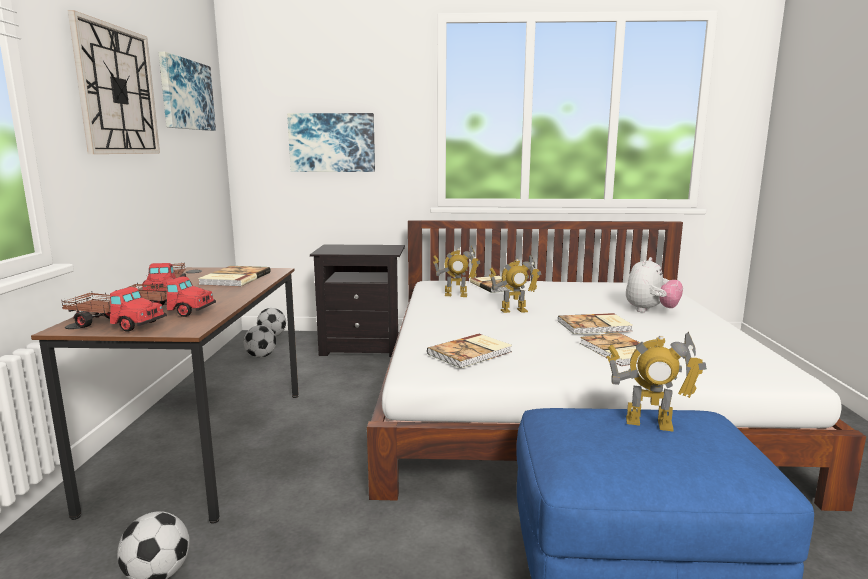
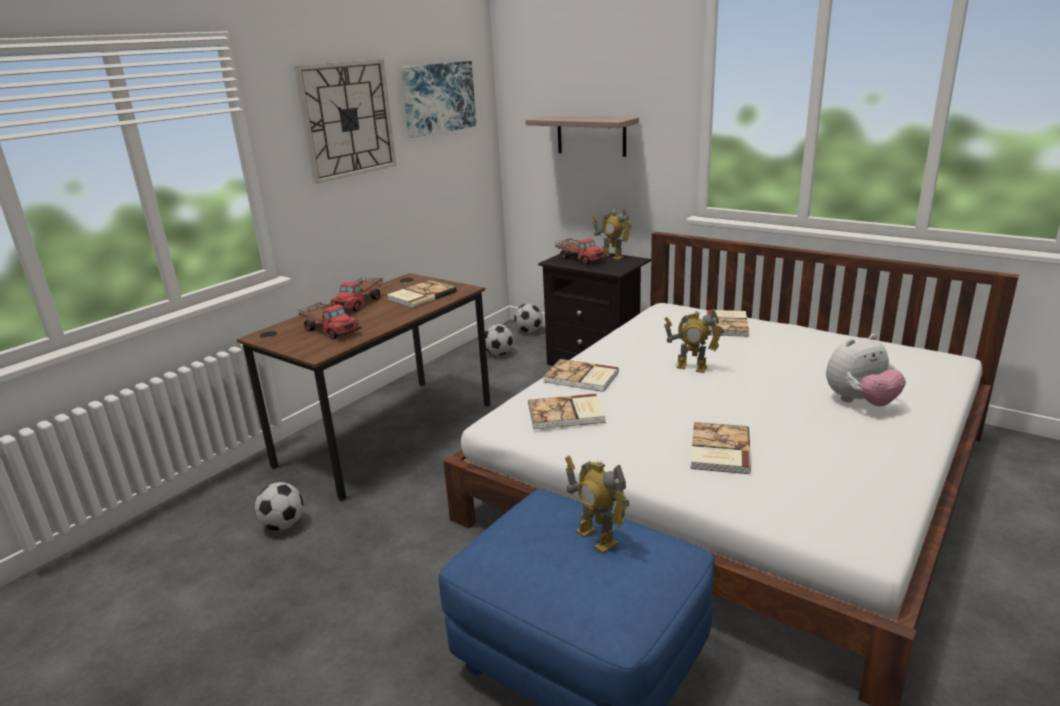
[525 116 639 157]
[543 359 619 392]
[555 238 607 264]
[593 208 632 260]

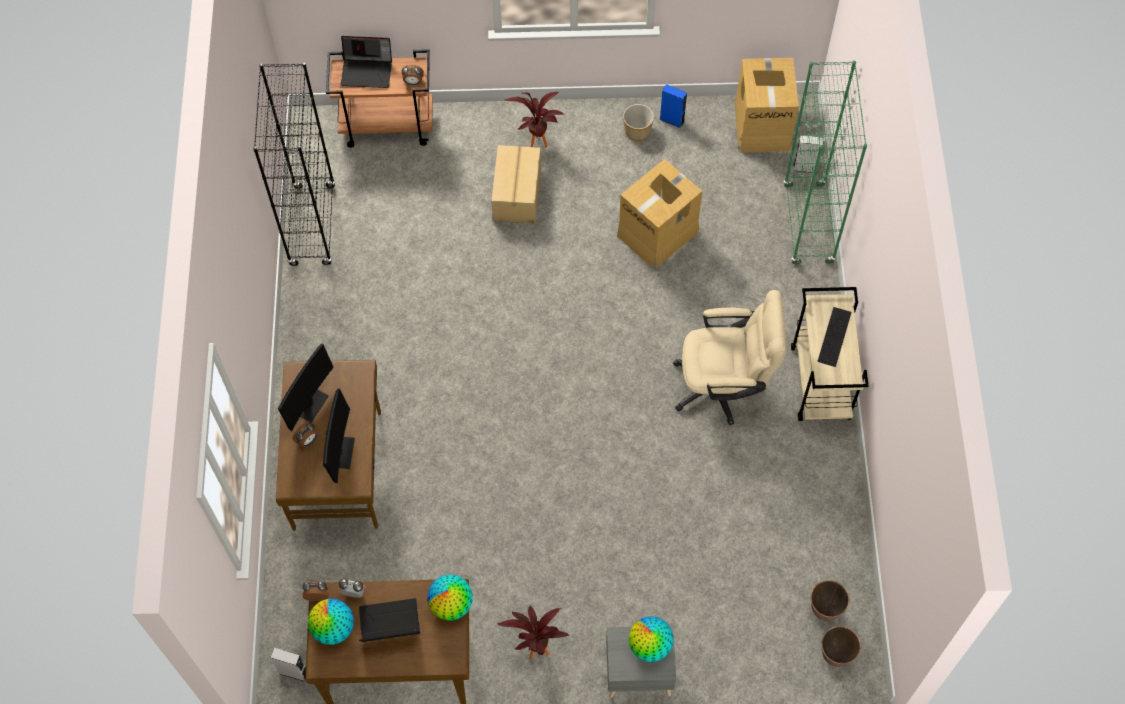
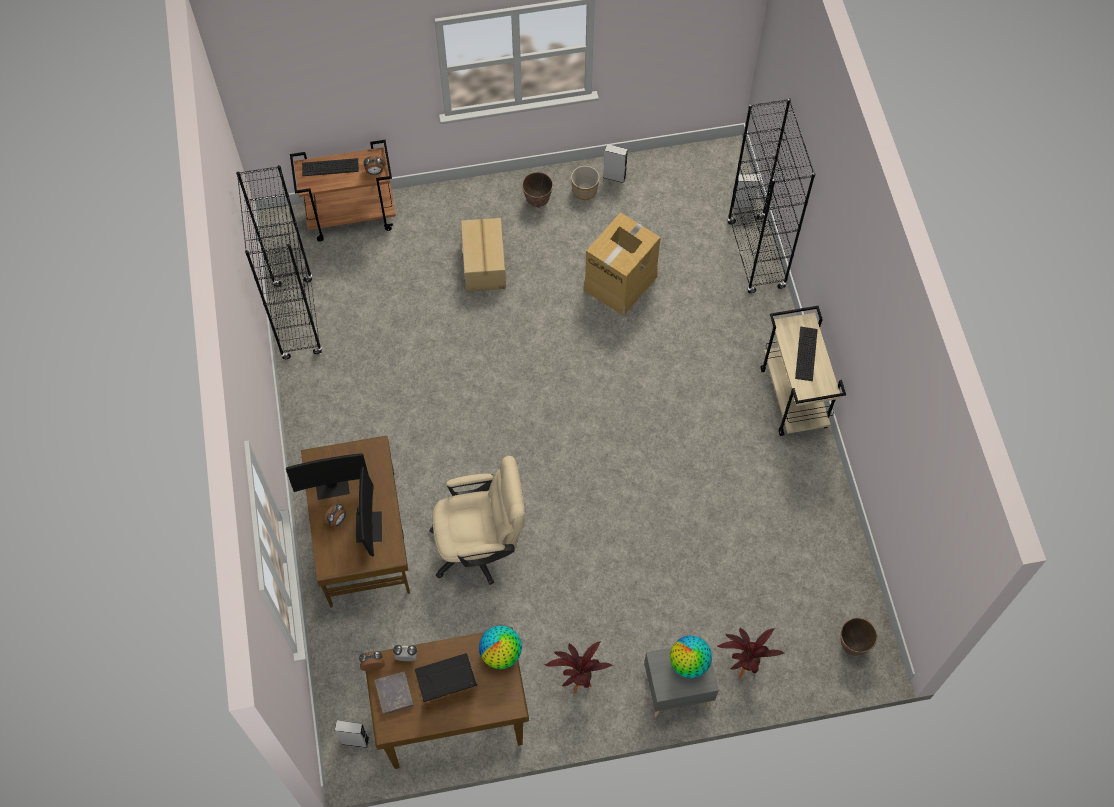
[286 453 369 500]
[302 158 359 176]
[374 671 414 715]
[429 456 526 585]
[522 172 553 208]
[603 144 628 183]
[716 627 785 678]
[727 98 815 294]
[734 58 799 153] (first image)

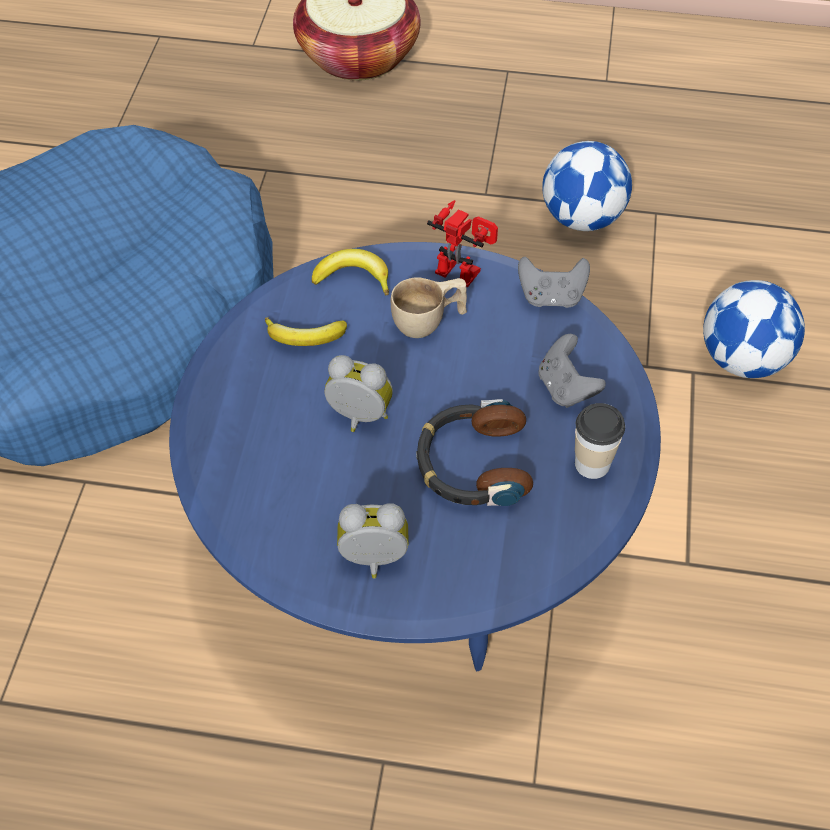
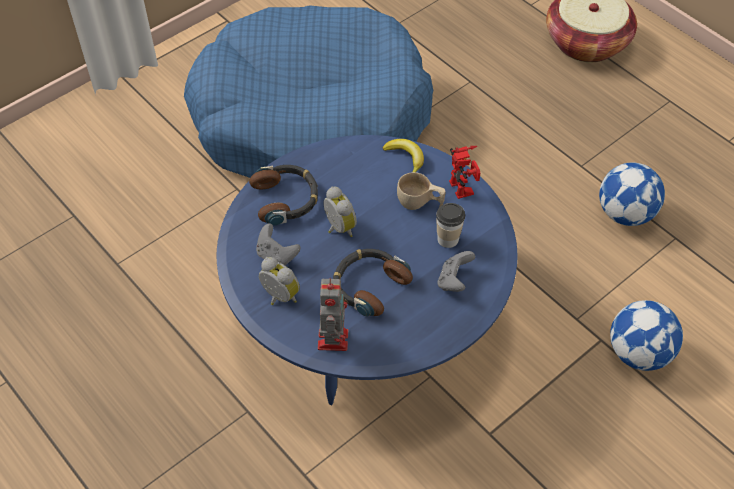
[249 165 318 225]
[256 223 300 266]
[318 278 348 351]
[436 203 465 248]
[265 317 347 346] (first image)

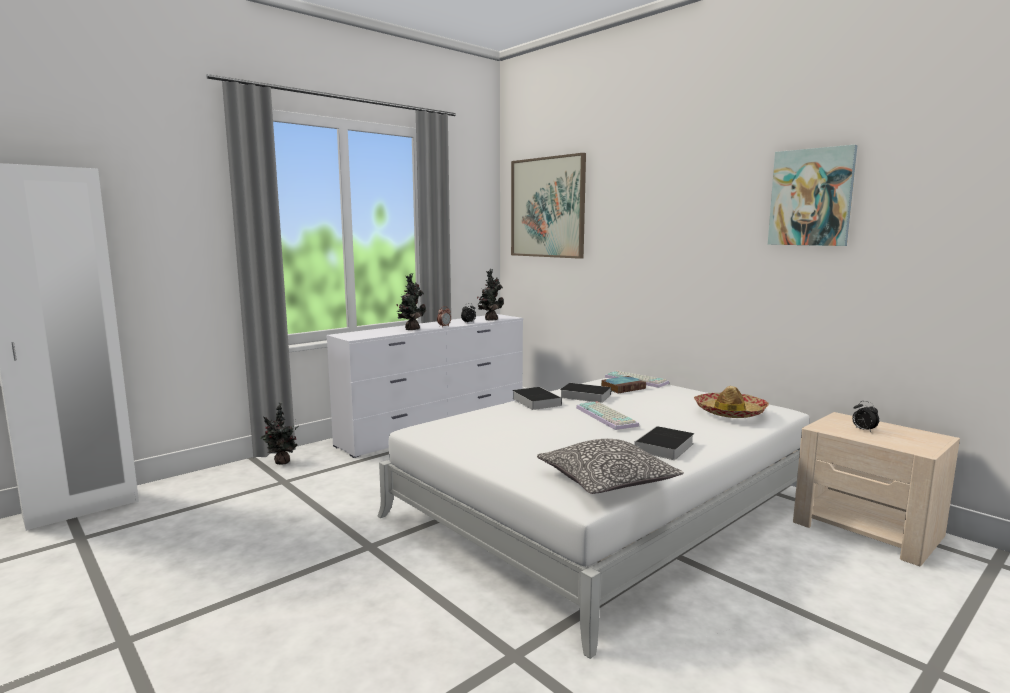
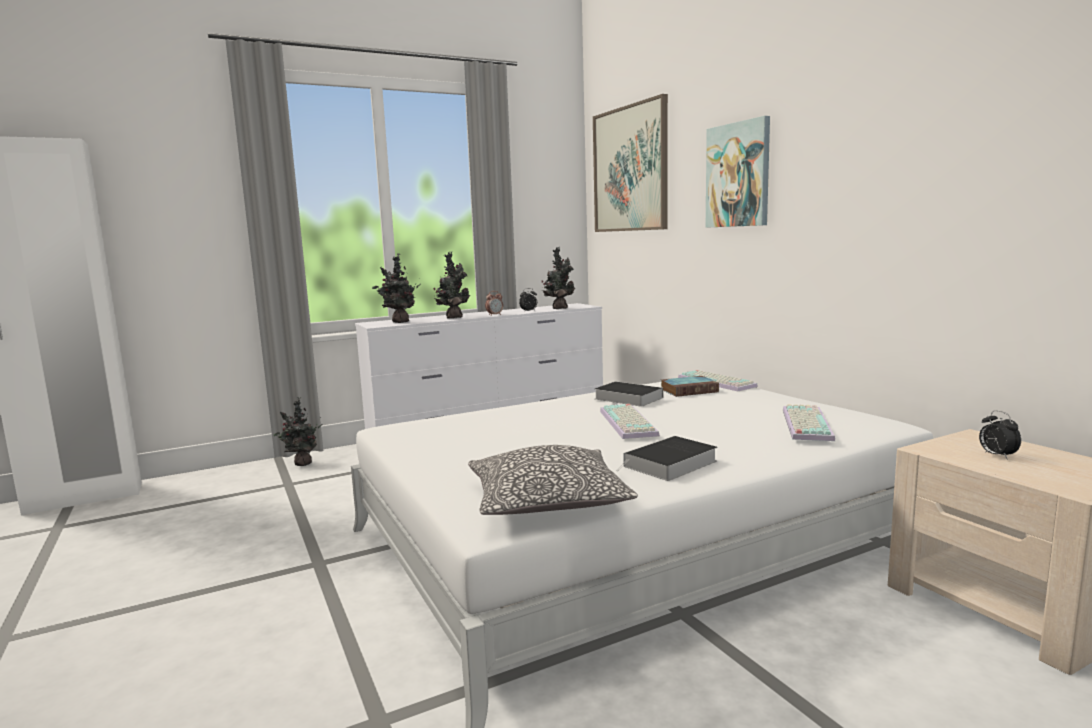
[372 253 421 323]
[706 116 770 228]
[783 404 835 441]
[512 387 562 410] (first image)

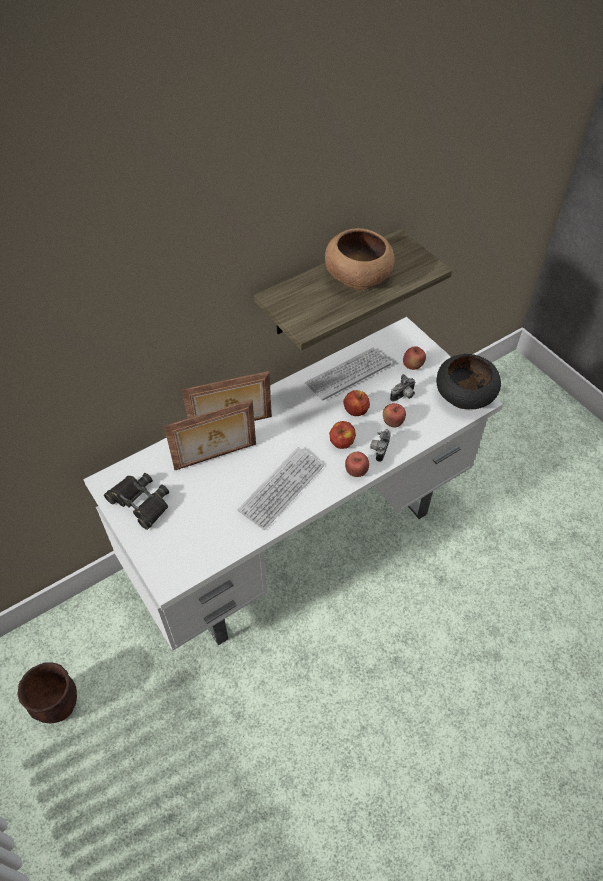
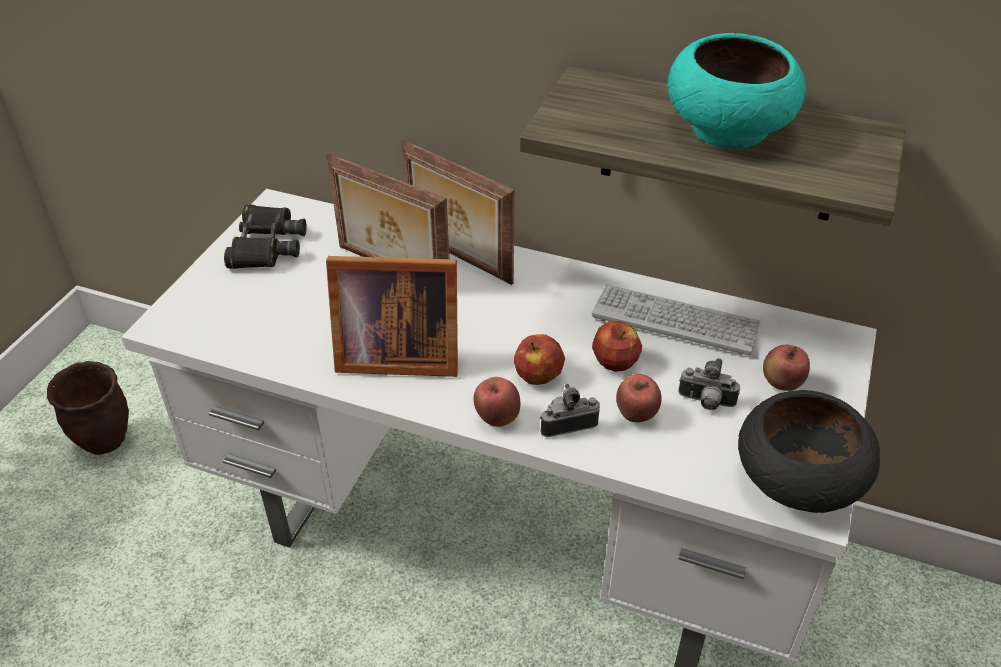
[326 256 458 377]
[667 33 806 149]

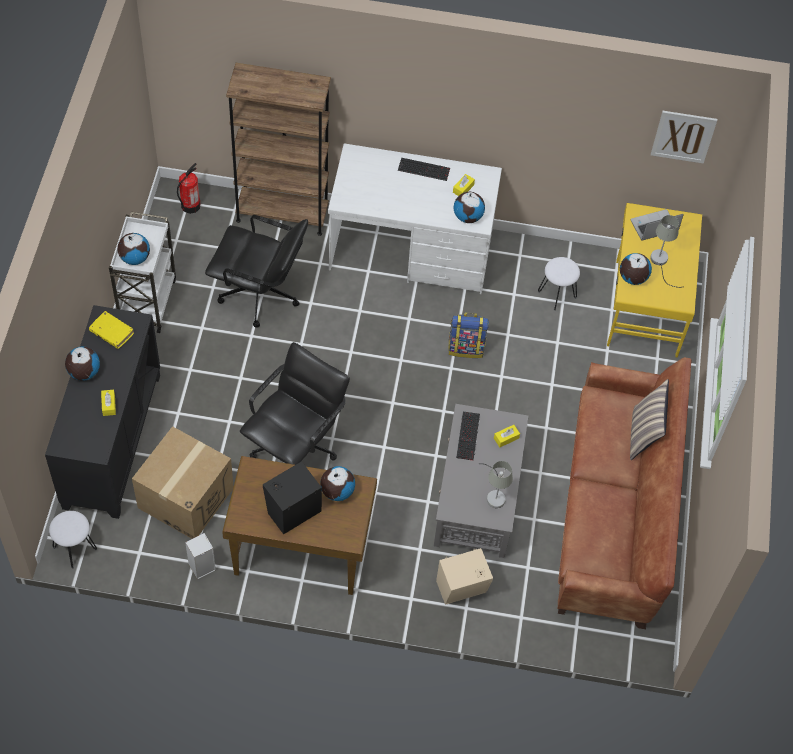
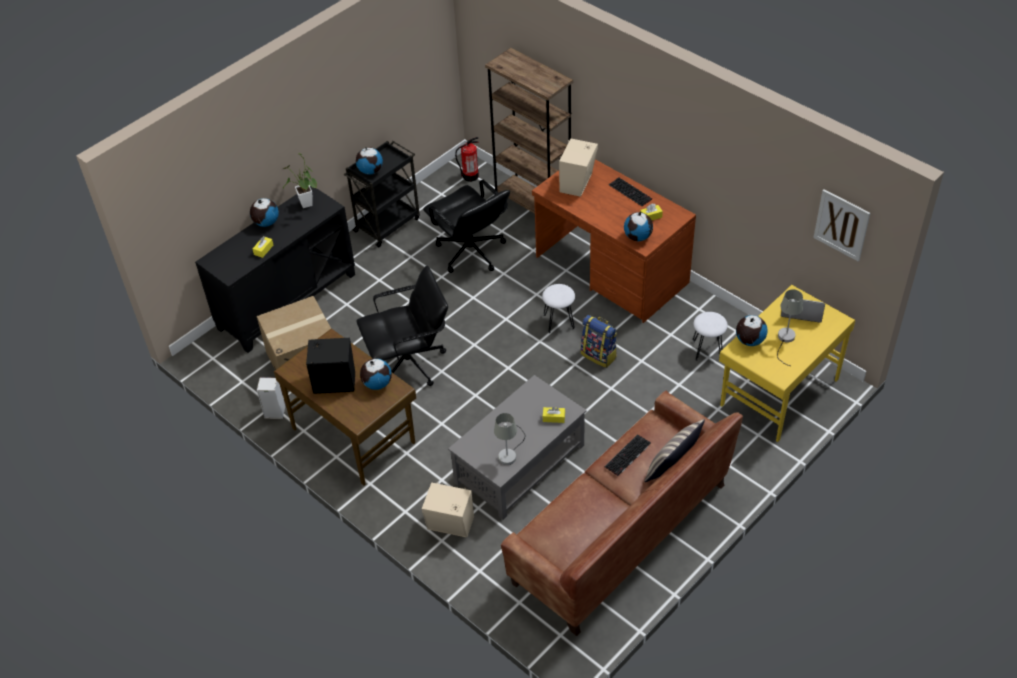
[283 153 317 208]
[344 141 420 248]
[532 159 696 323]
[542 284 575 333]
[559 139 598 197]
[604 434 651 476]

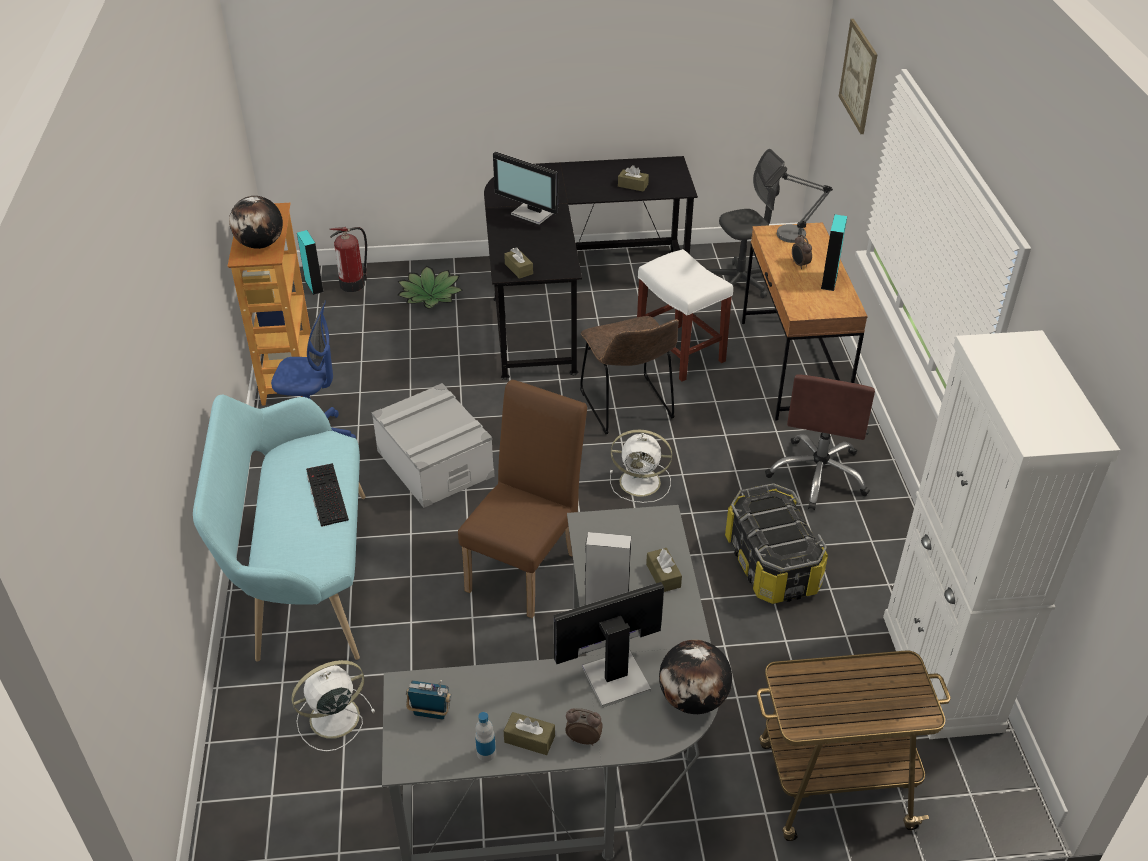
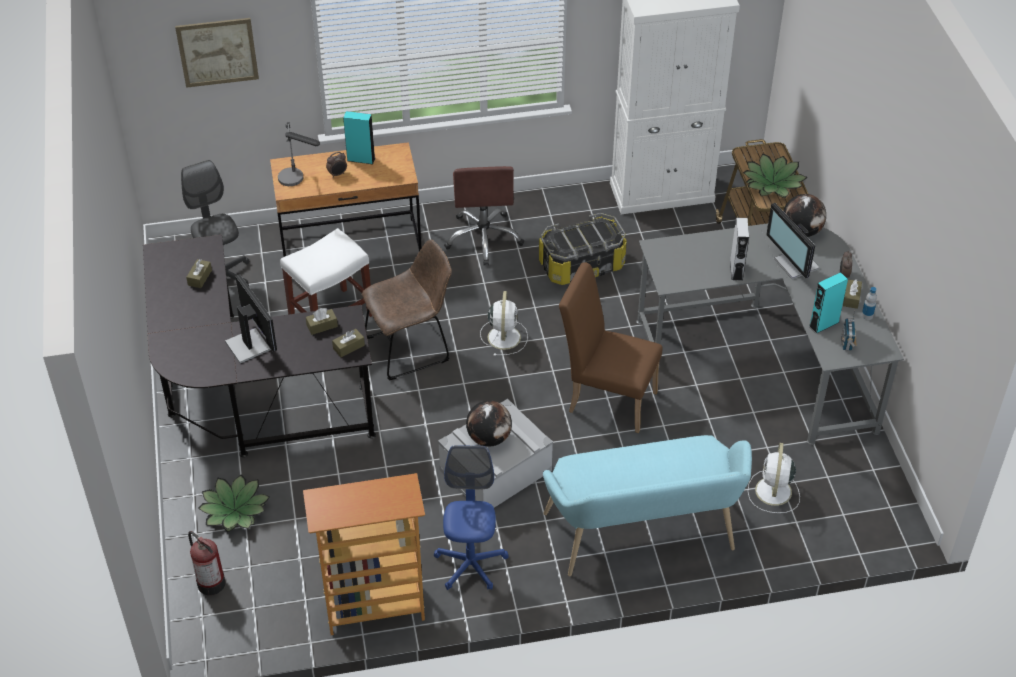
[225 274 277 363]
[306 308 338 335]
[444 166 524 266]
[466 401 512 447]
[743 154 808 198]
[748 443 800 513]
[809 272 848 334]
[306 463 349 527] (first image)

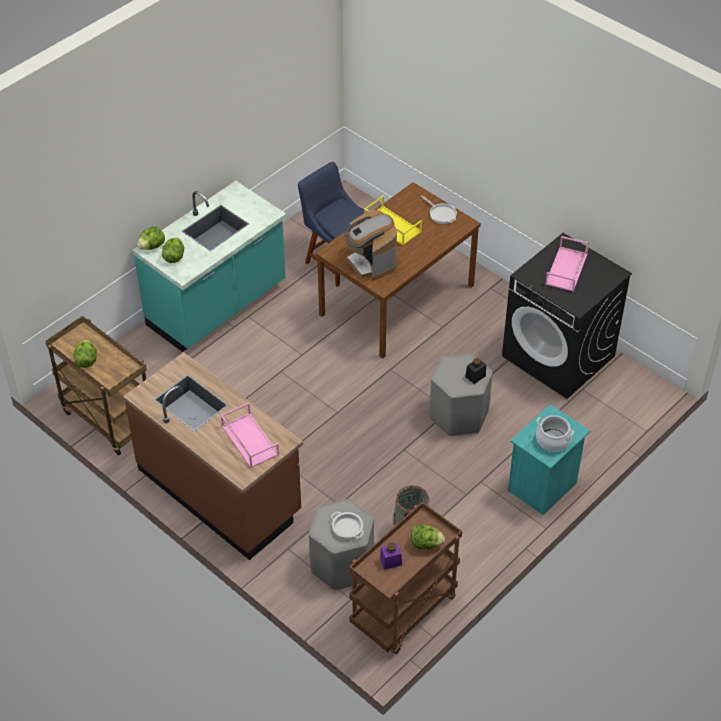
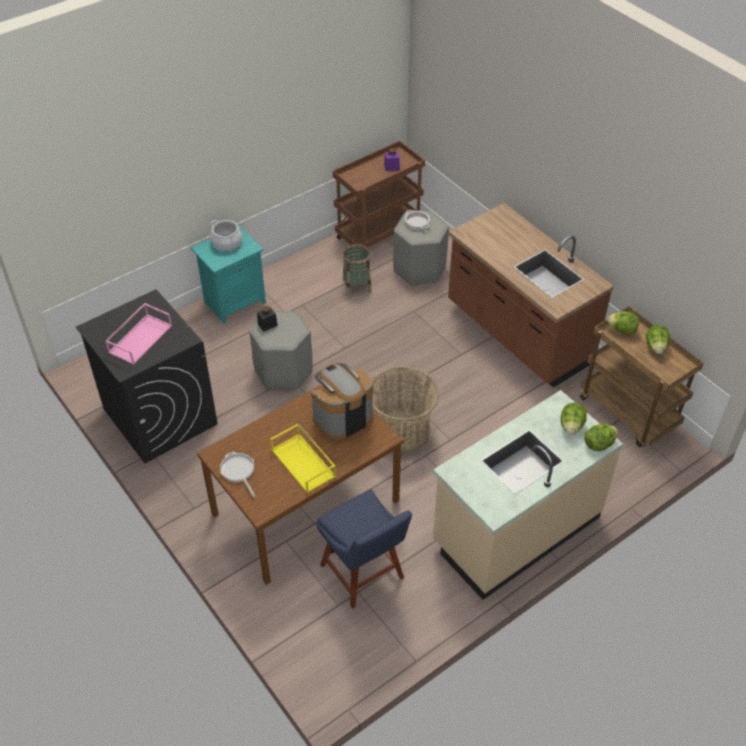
[311 363 373 440]
[372 366 439 454]
[433 390 623 600]
[607 311 639 334]
[221 403 279 468] (first image)

